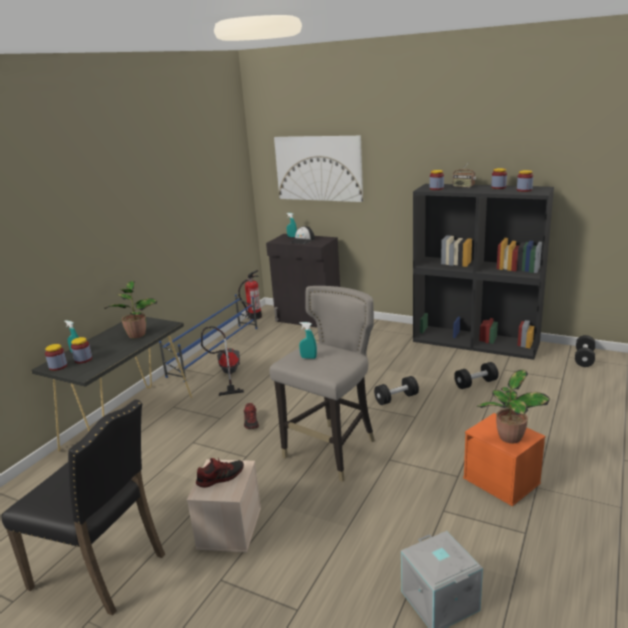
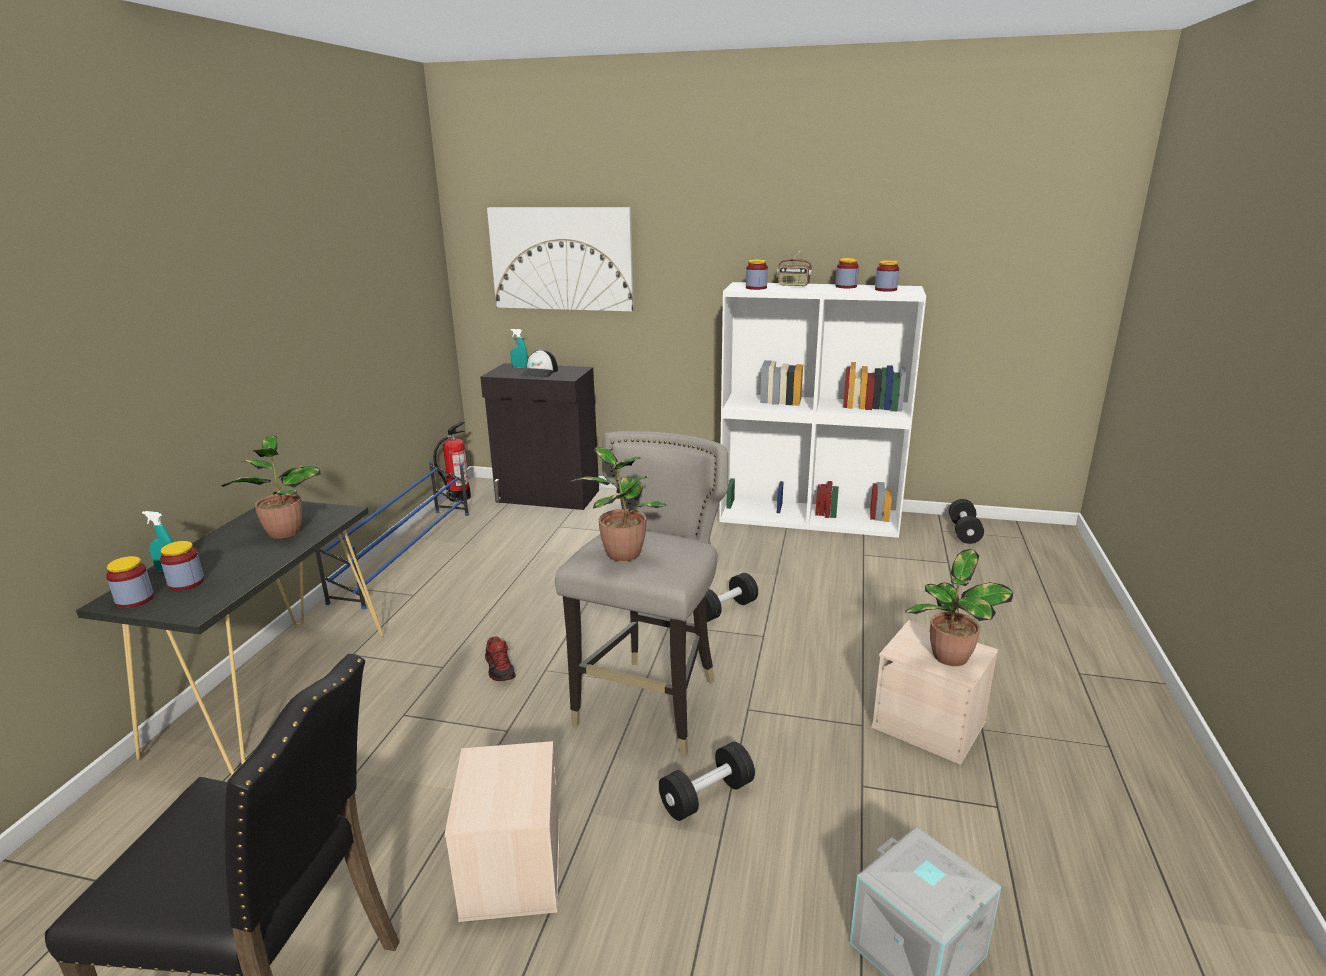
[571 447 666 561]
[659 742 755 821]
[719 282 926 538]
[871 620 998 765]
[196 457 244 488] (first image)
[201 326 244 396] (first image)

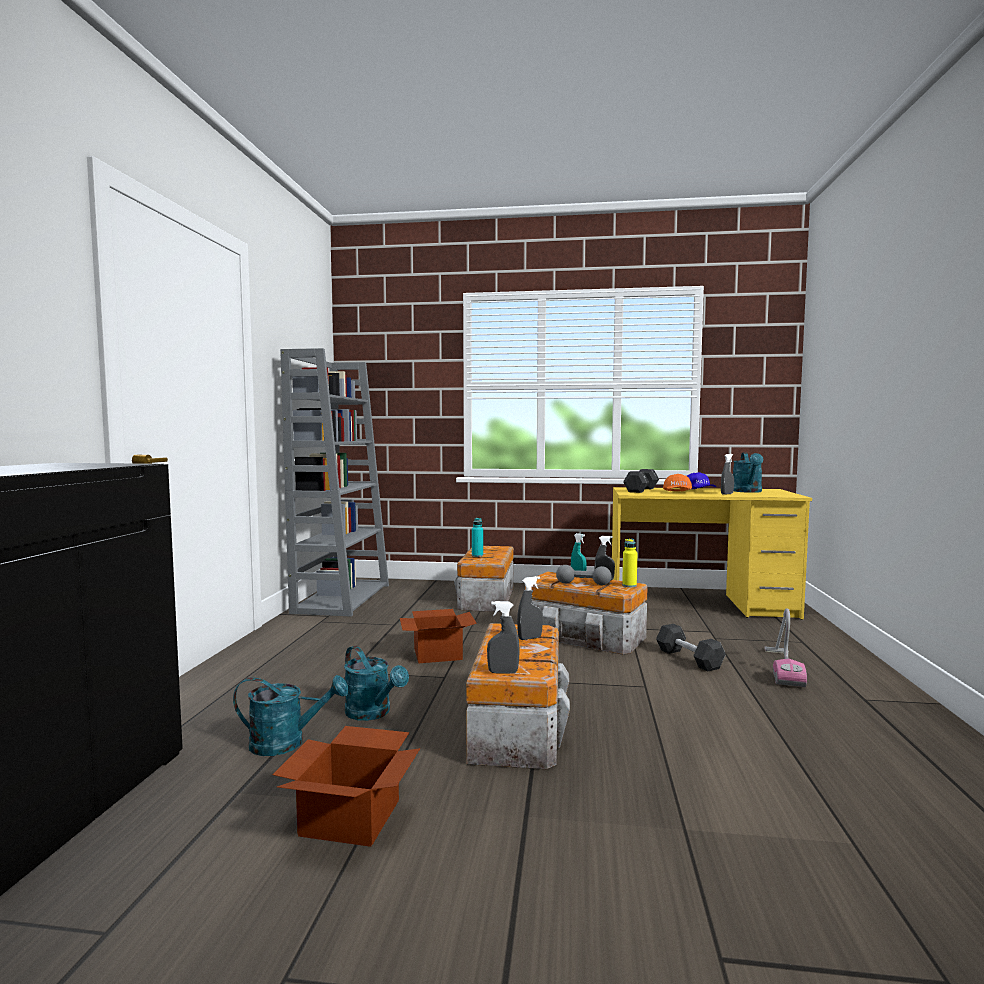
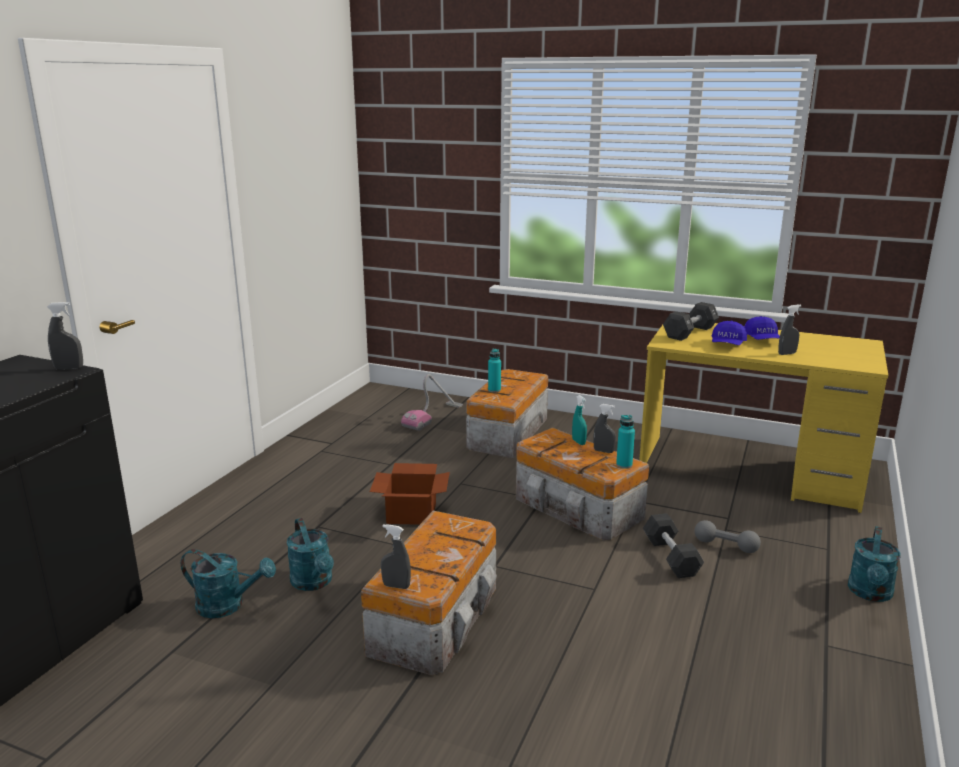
[47 302 83 370]
[401 374 463 431]
[616 415 635 469]
[694 520 761 553]
[711 321 747 345]
[848 526 900 602]
[273 726 420 847] (first image)
[280 348 389 617] (first image)

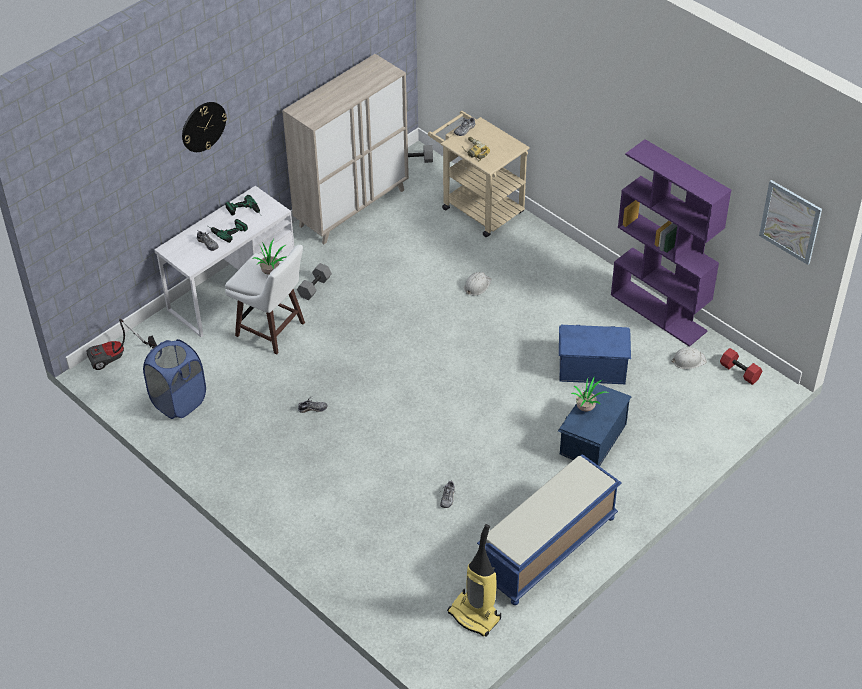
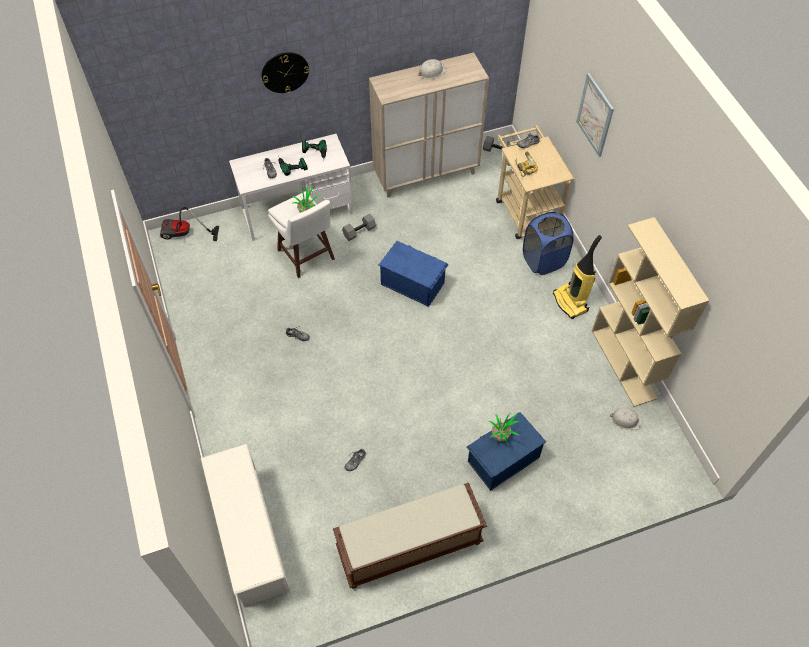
[201 444 291 607]
[333 483 487 588]
[379 241 449 307]
[418 59 447 79]
[523 212 574 275]
[553 235 602 319]
[576 73 614 157]
[592 217 709 407]
[720 348 762 385] (first image)

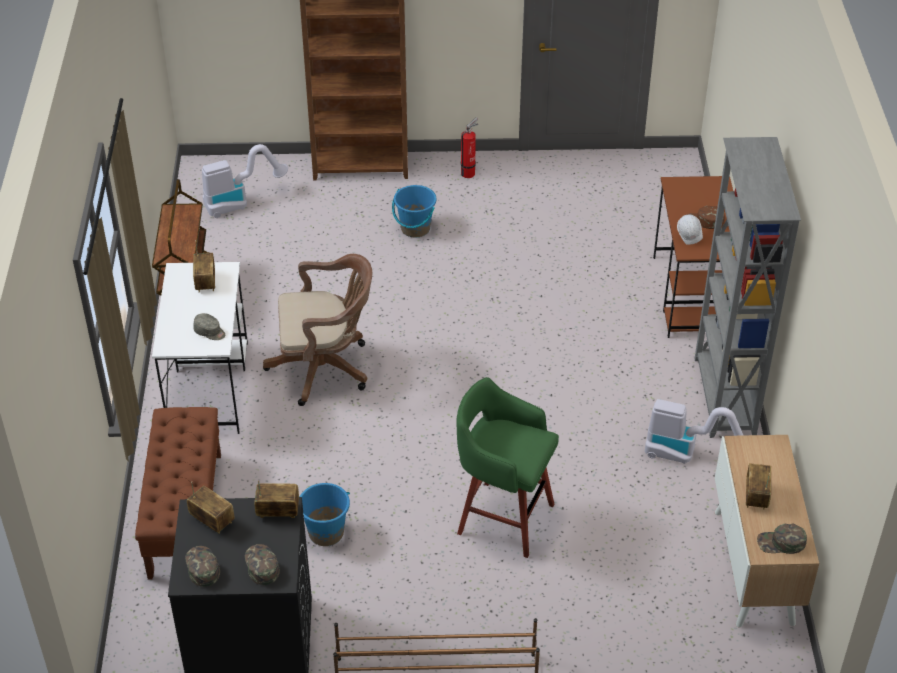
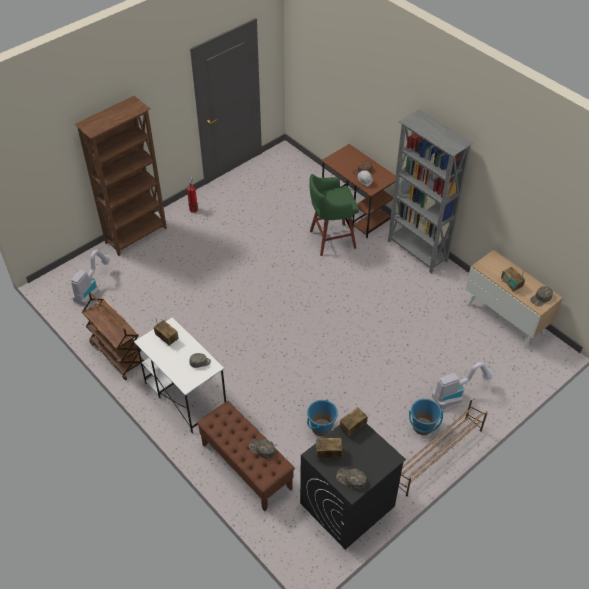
[249 439 275 458]
[309 174 359 256]
[409 399 443 435]
[432 362 493 410]
[263 254 372 406] (first image)

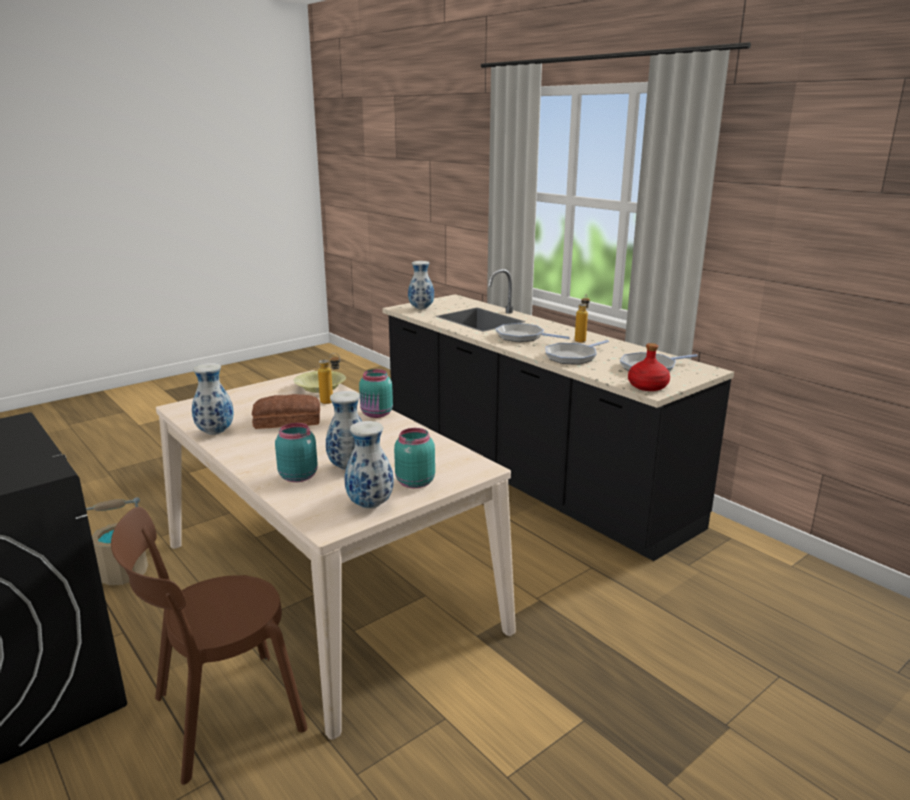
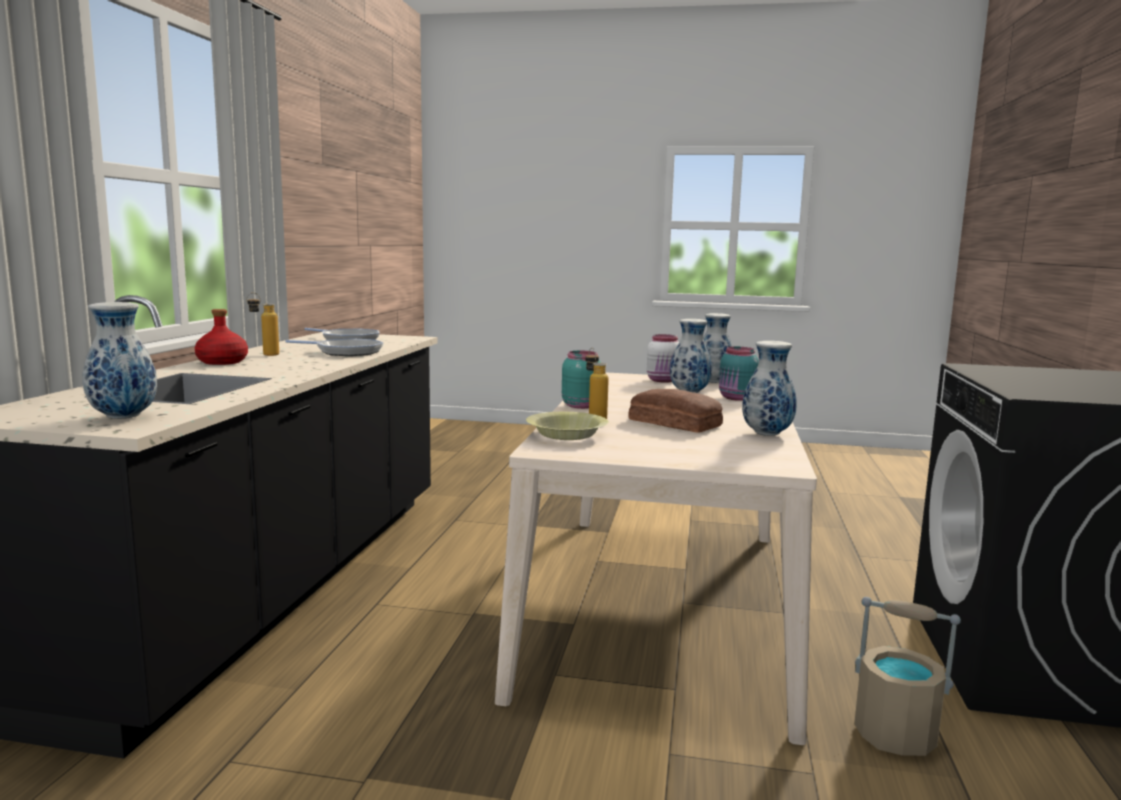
[195 309 248 365]
[647 334 679 383]
[111 507 308 785] (first image)
[495 323 570 342] (first image)

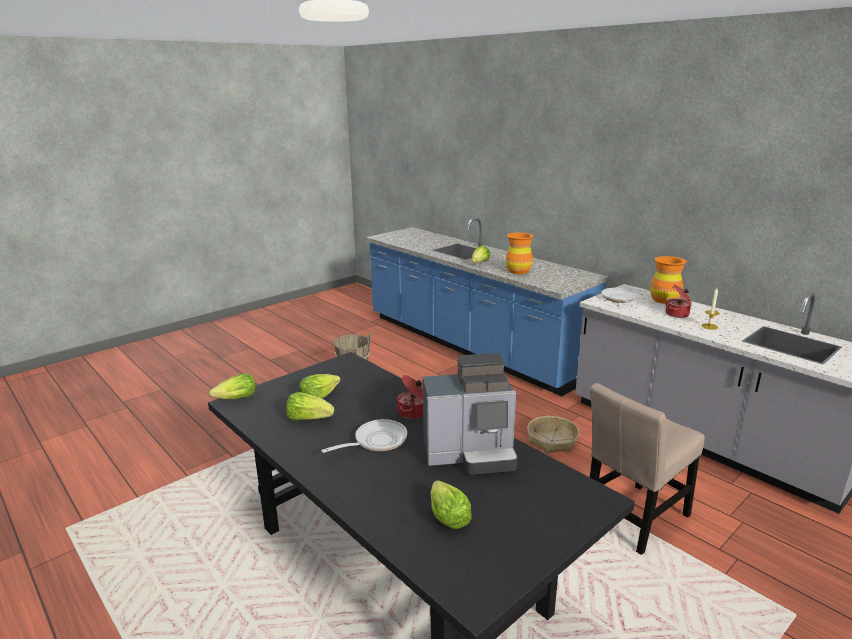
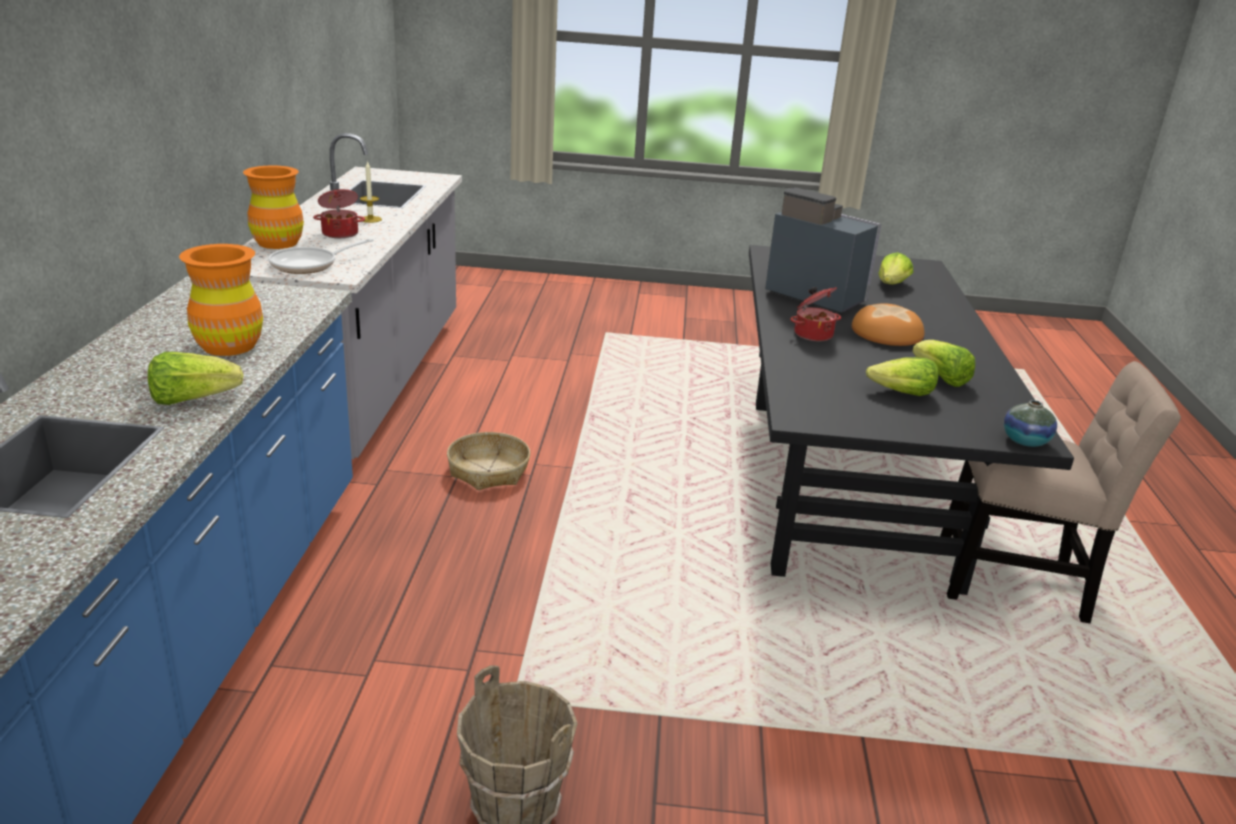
[852 303 924 346]
[940 361 1181 623]
[1004 400 1057 447]

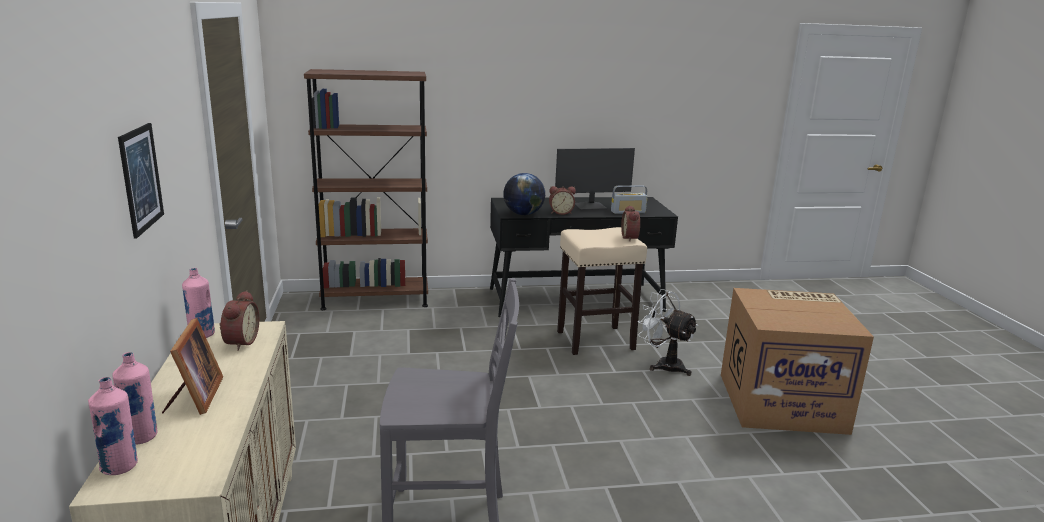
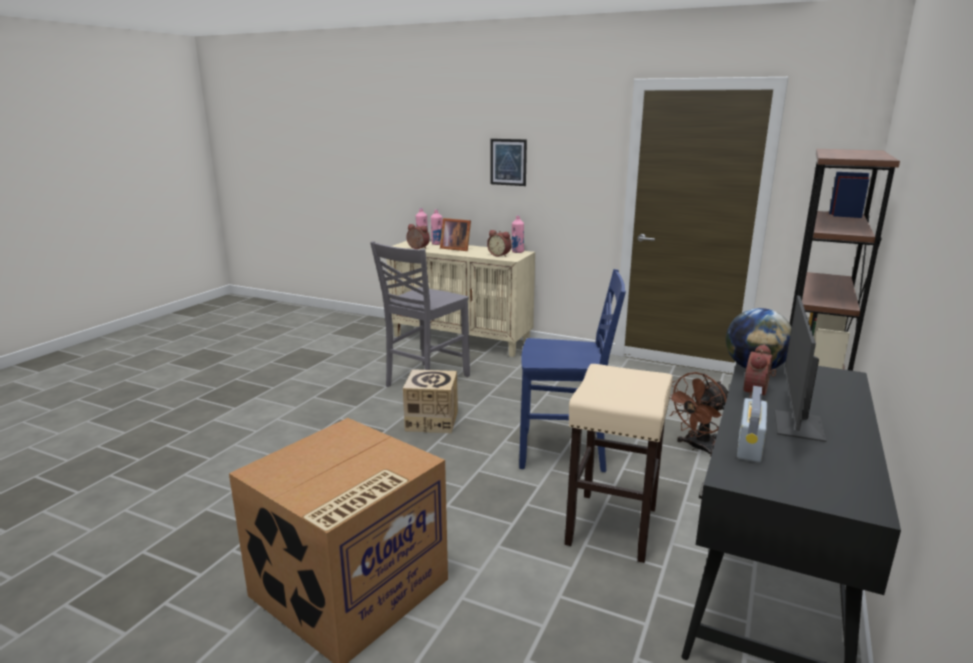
[403 369 458 433]
[406 224 430 249]
[519 269 626 472]
[669 372 728 457]
[637 289 699 376] (first image)

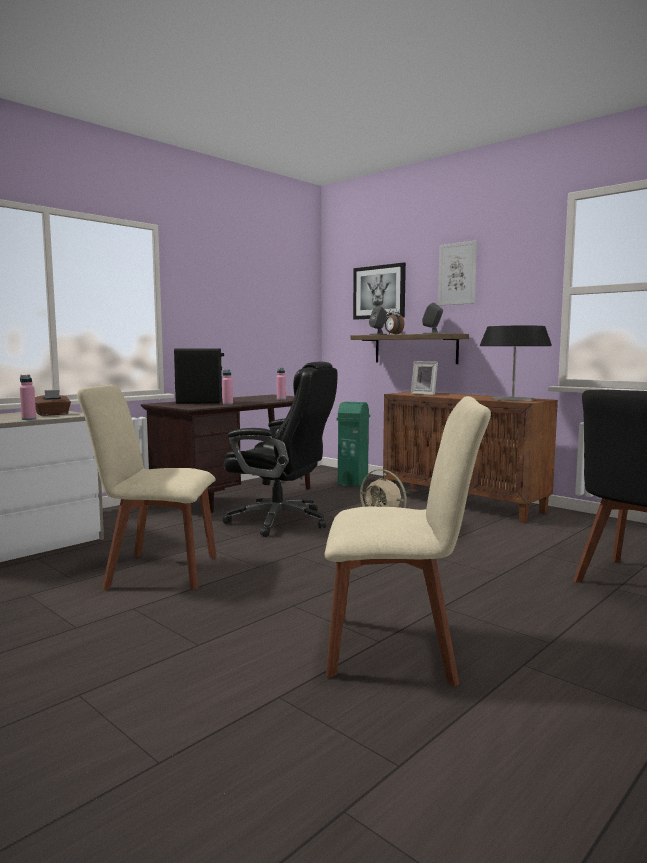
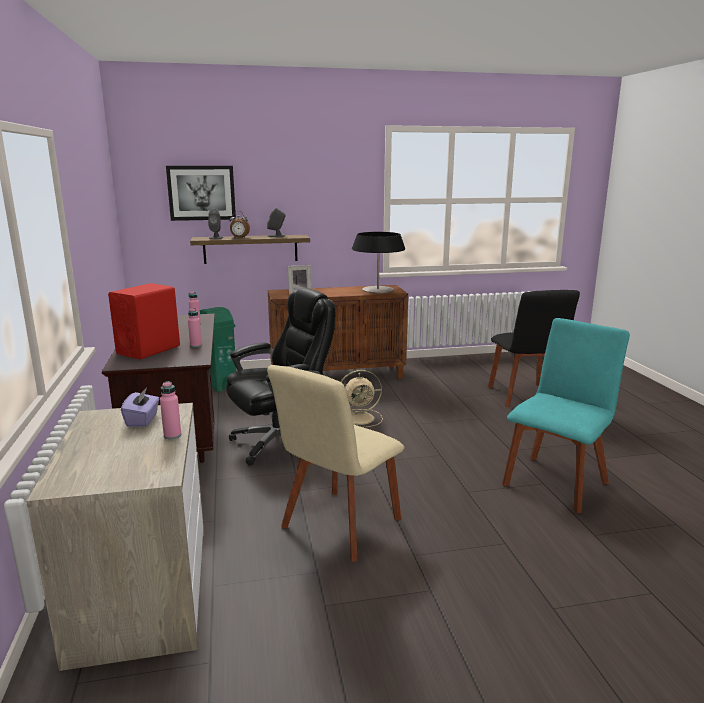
[108 283 180 360]
[121 388 159 427]
[502 318 630 513]
[438 240 477 305] (first image)

